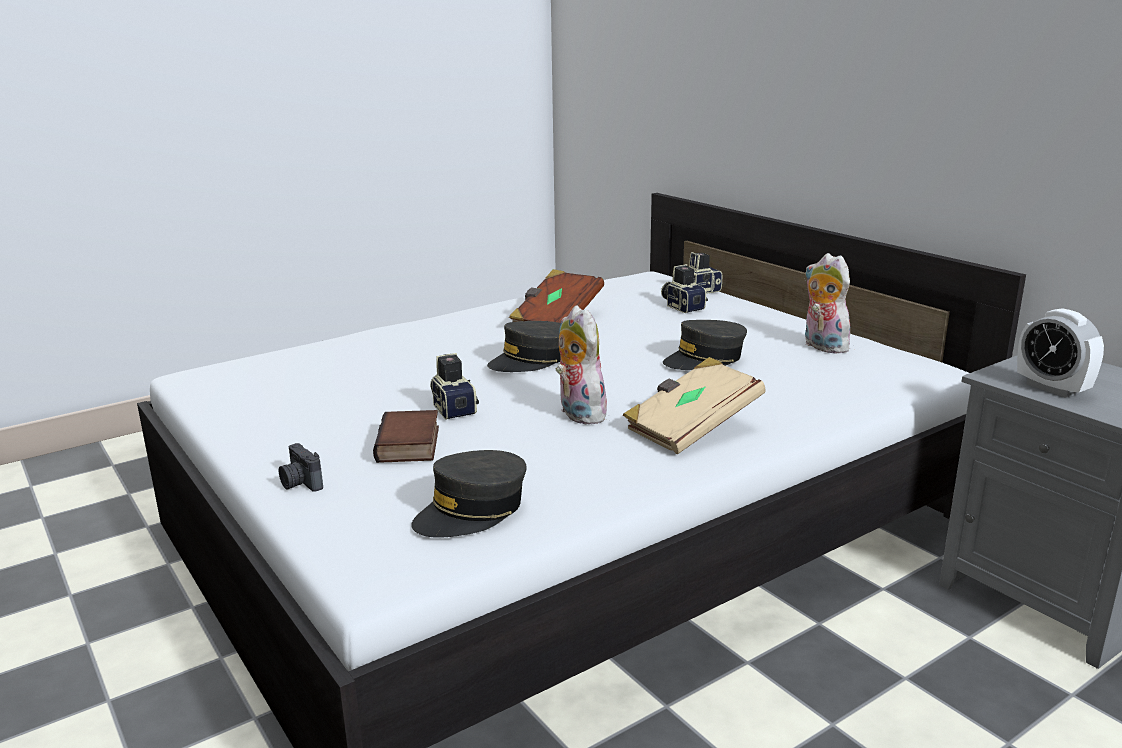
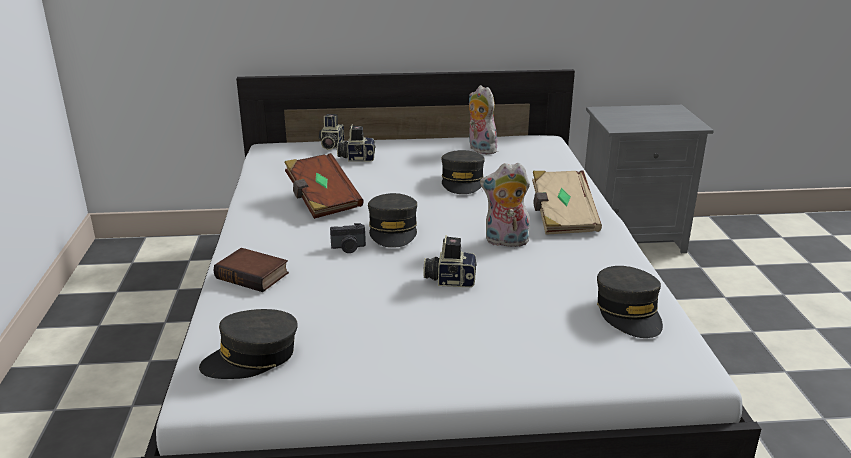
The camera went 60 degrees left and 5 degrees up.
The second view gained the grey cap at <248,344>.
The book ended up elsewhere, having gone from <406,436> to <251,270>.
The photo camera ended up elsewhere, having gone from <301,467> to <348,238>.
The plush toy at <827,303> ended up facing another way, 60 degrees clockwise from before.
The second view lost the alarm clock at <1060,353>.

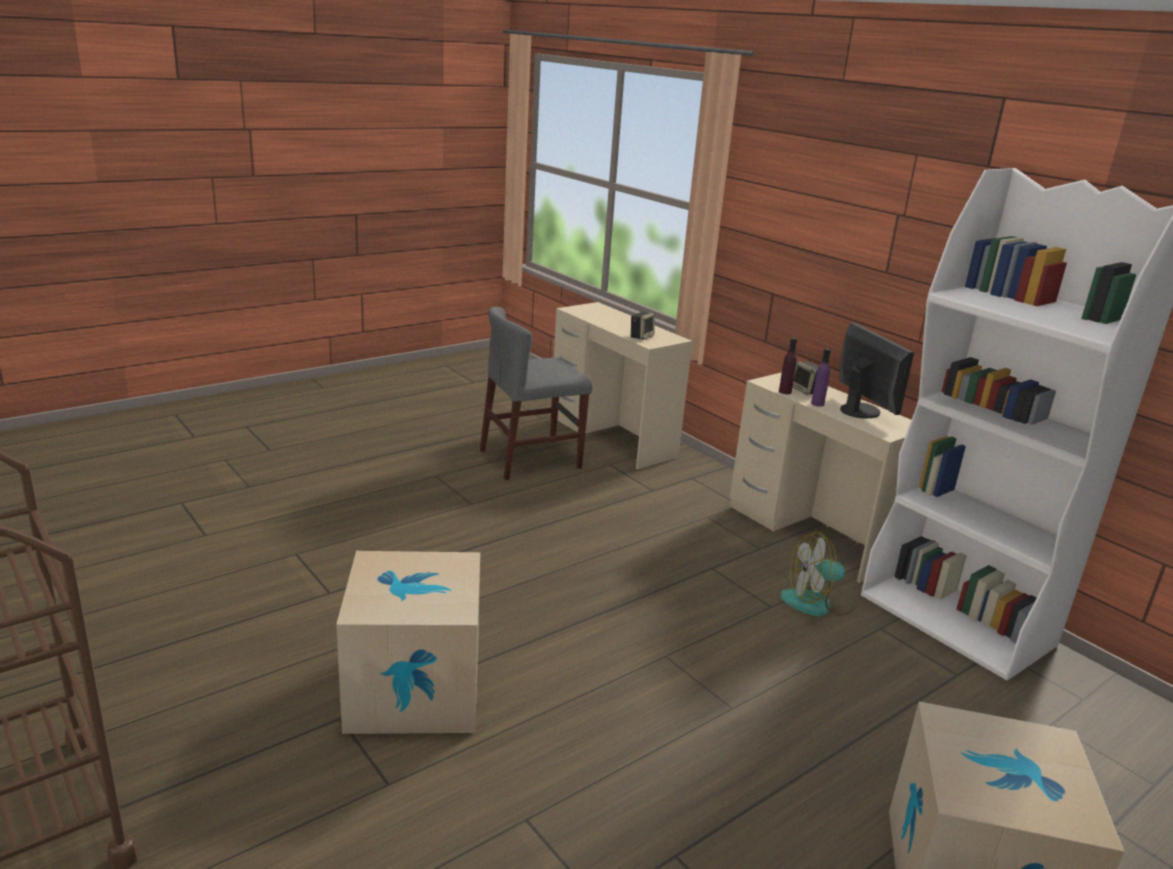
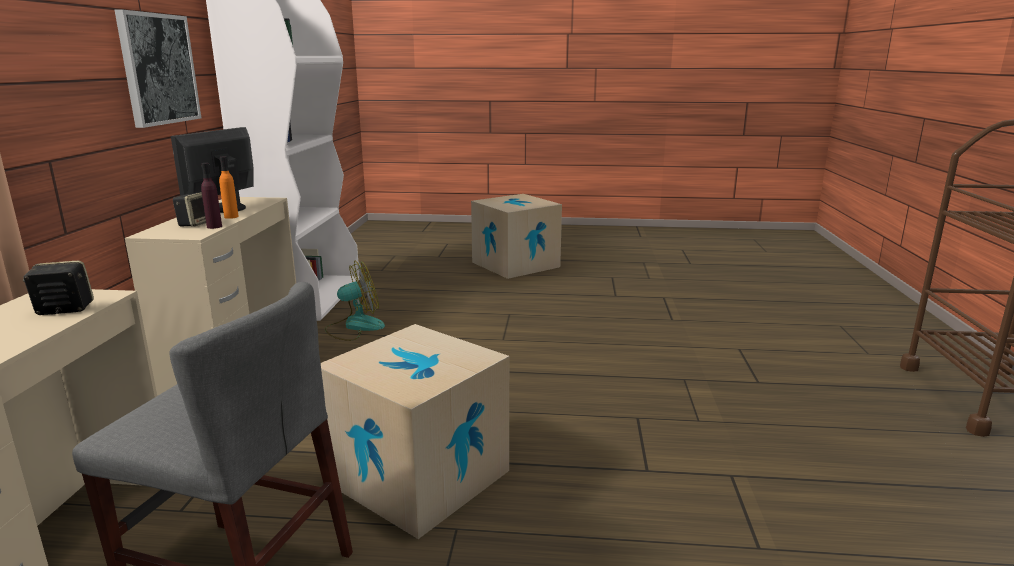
The camera went 135 degrees left and 5 degrees down.
The second view gained the picture at <158,69>.
What was the purple bottle at <821,377> turned into the orange bottle at <229,187>.
The cardboard box ended up elsewhere, having gone from <408,642> to <415,431>.
The fan at <817,574> ended up facing another way, 60 degrees counterclockwise from before.

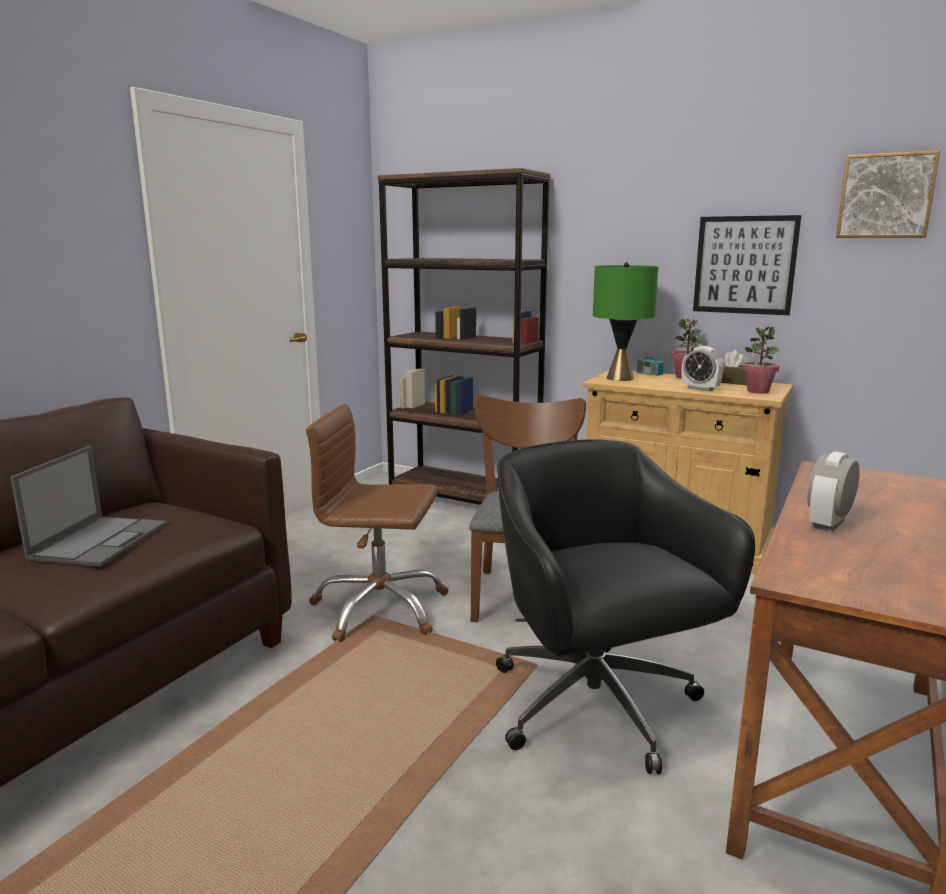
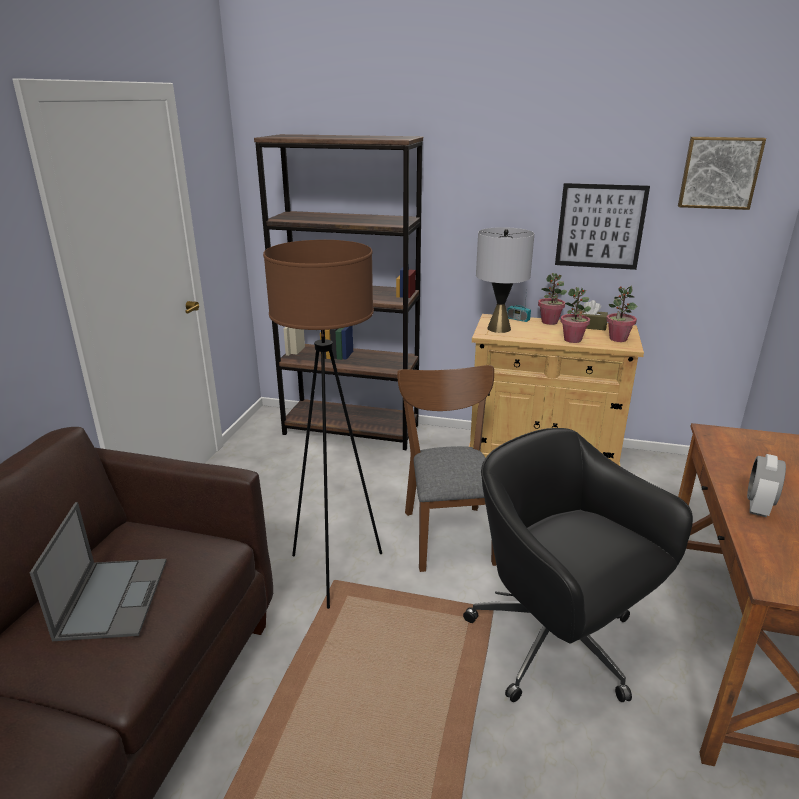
The camera went 15 degrees left and 10 degrees up.
Where the brown office chair stood at <377,523>, the brown floor lamp came to stand at <322,424>.
What was the green table lamp at <625,321> turned into the grey table lamp at <505,280>.
Where the alarm clock stood at <703,369>, the potted plant came to stand at <575,315>.

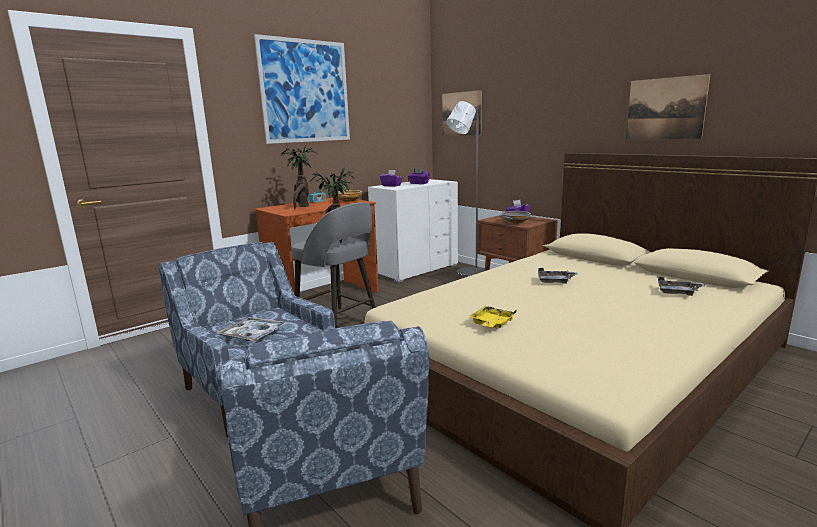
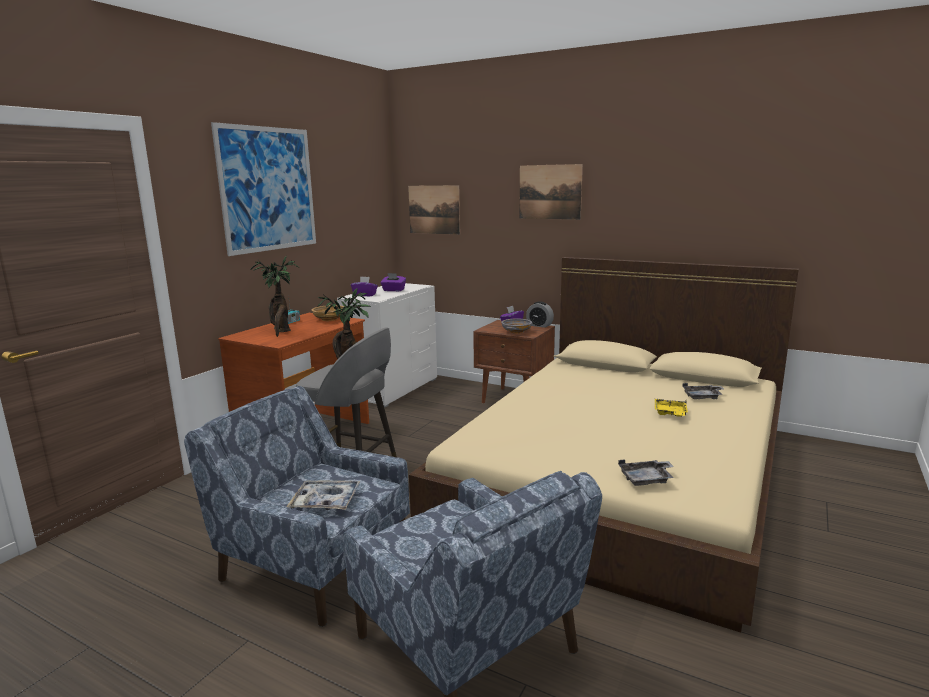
The camera went 20 degrees left and 0 degrees up.
The picture ended up elsewhere, having gone from <668,107> to <551,192>.
The second view gained the alarm clock at <540,314>.
The grey tray ended up elsewhere, having gone from <558,276> to <646,472>.
The yellow tray ended up elsewhere, having gone from <492,317> to <671,408>.
The second view lost the grey floor lamp at <465,189>.

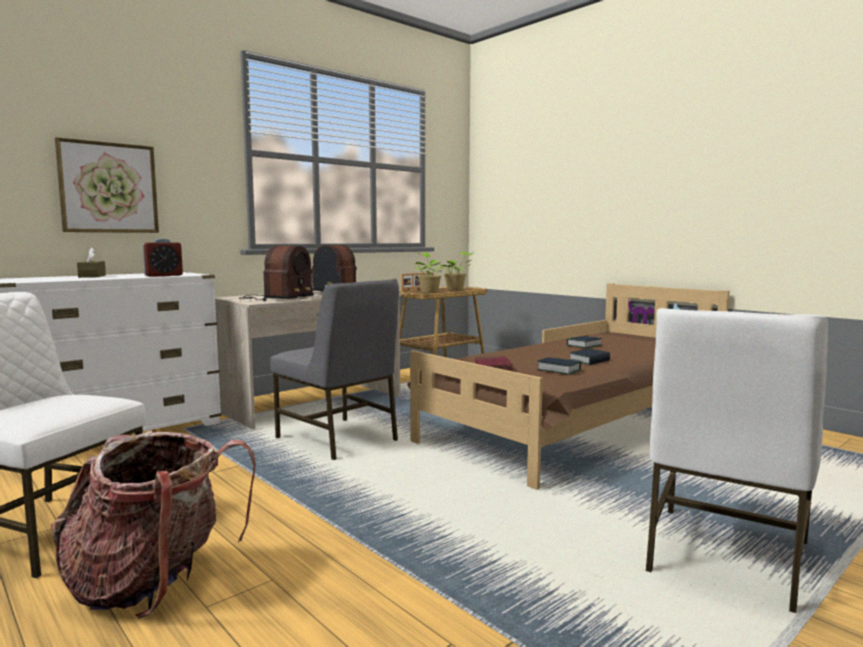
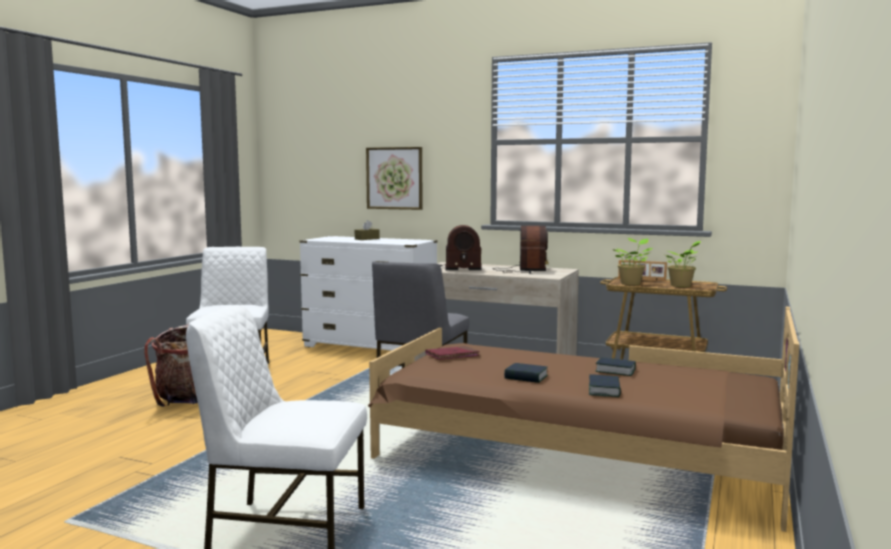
The camera went 65 degrees right and 0 degrees up.
The book ended up elsewhere, having gone from <559,366> to <605,385>.
The second view lost the alarm clock at <162,258>.

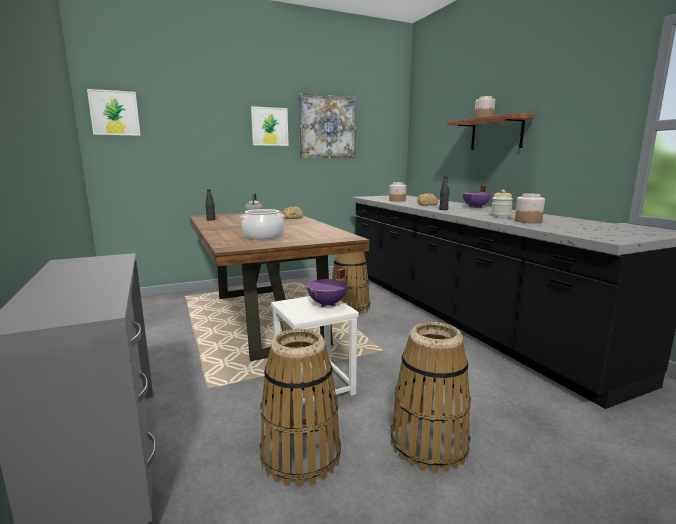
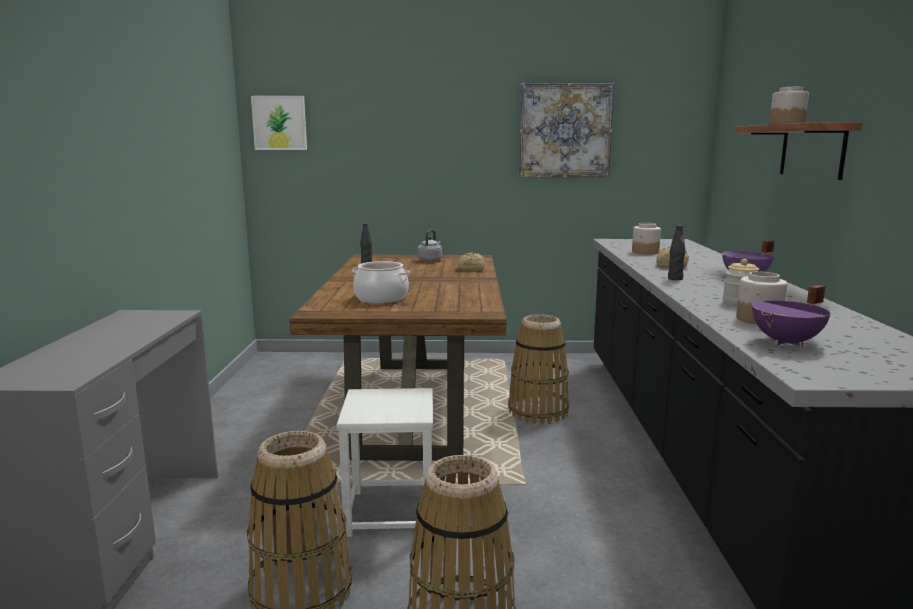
The camera went 25 degrees right and 0 degrees up.
The purple cooking pot ended up elsewhere, having gone from <327,287> to <791,316>.
The second view lost the picture at <270,126>.

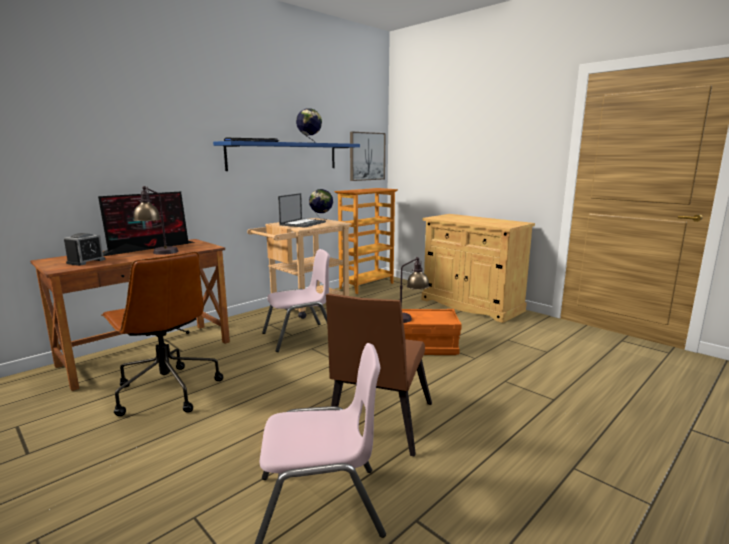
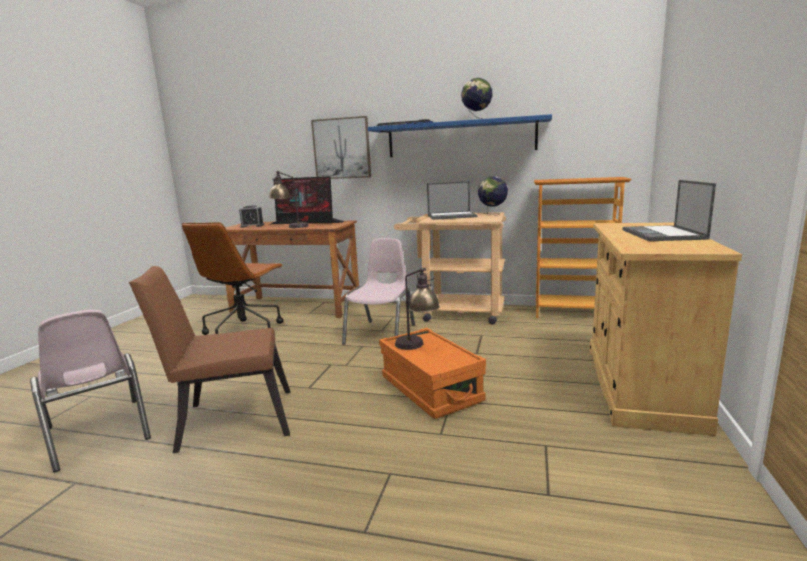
The camera went 60 degrees right and 0 degrees up.
The picture ended up elsewhere, having gone from <368,156> to <341,147>.
The pink chair at <296,300> ended up facing another way, 105 degrees counterclockwise from before.
The second view gained the laptop at <669,210>.

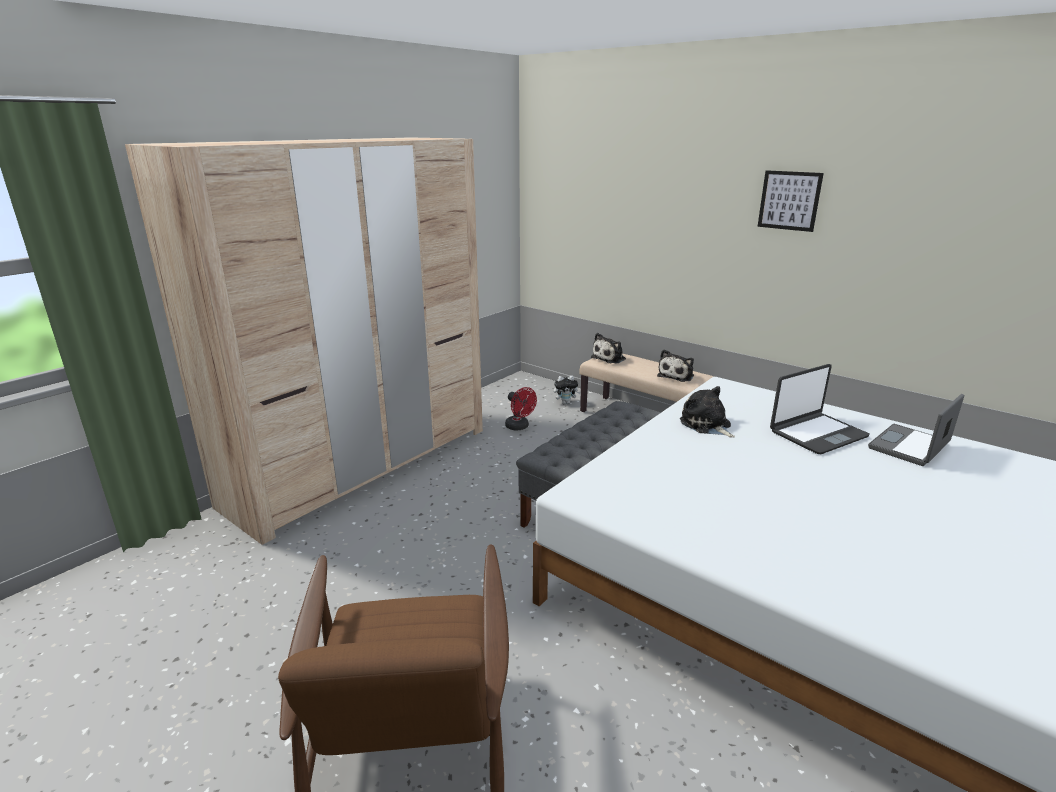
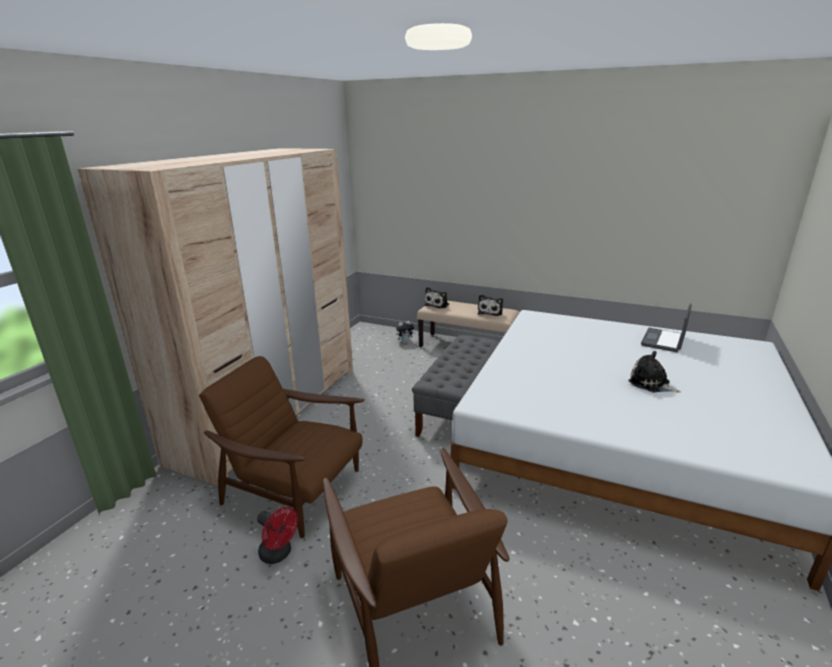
The camera went 15 degrees left and 0 degrees up.
The second view gained the brown armchair at <282,447>.
The red fan ended up elsewhere, having gone from <521,408> to <277,535>.
The plush toy ended up elsewhere, having gone from <707,412> to <654,372>.
The second view lost the picture at <791,201>.
The second view lost the laptop at <820,409>.

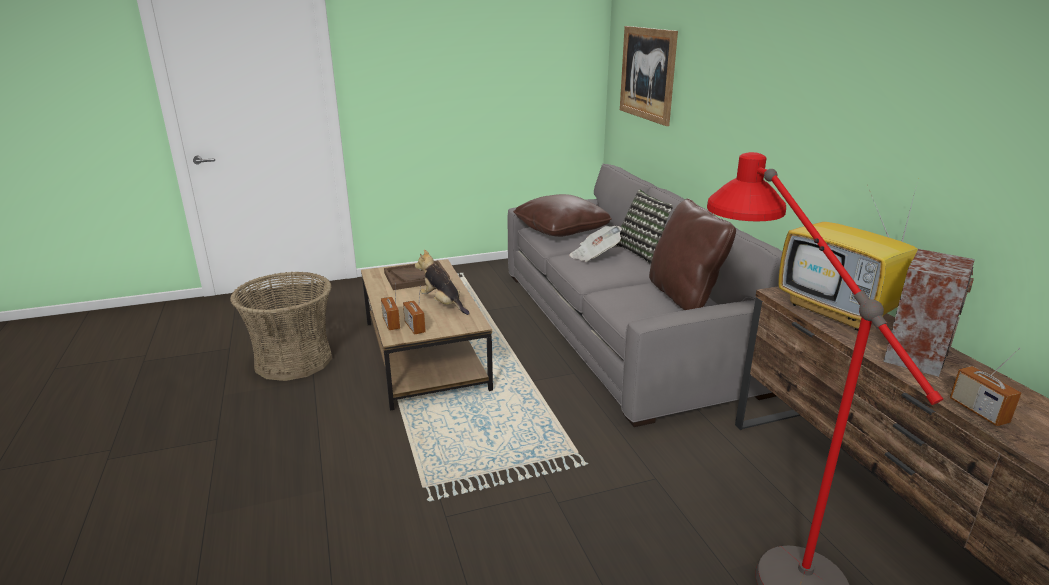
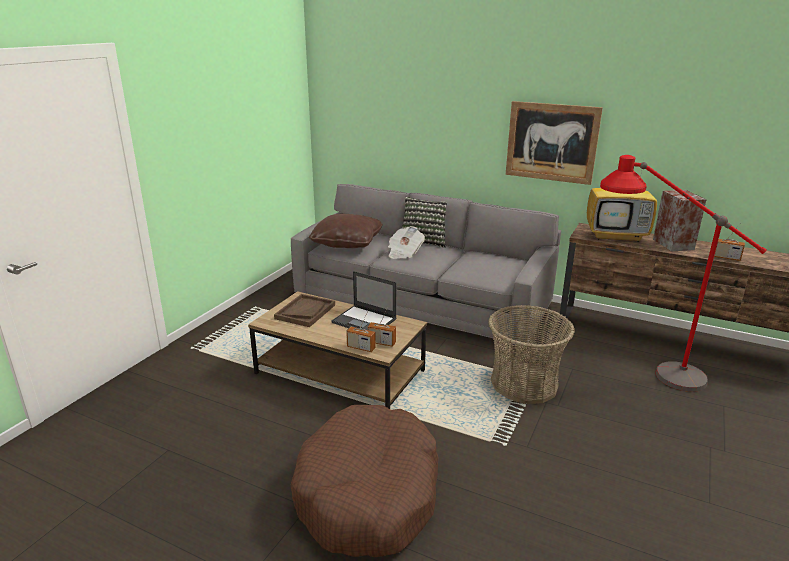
The camera went 45 degrees left and 0 degrees up.
The second view gained the brown dog bed at <365,481>.
Where the plush toy stood at <442,282>, the laptop came to stand at <364,300>.
The basket ended up elsewhere, having gone from <281,326> to <531,354>.
The picture ended up elsewhere, having gone from <649,76> to <554,143>.
The second view lost the brown pillow at <692,254>.

